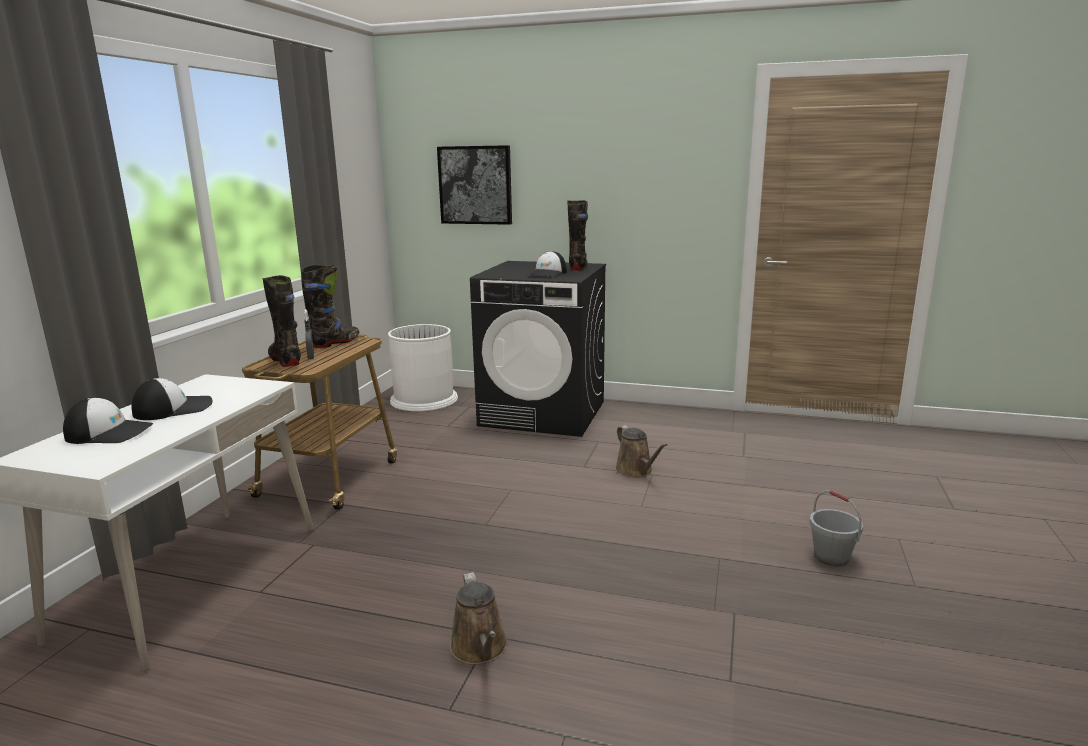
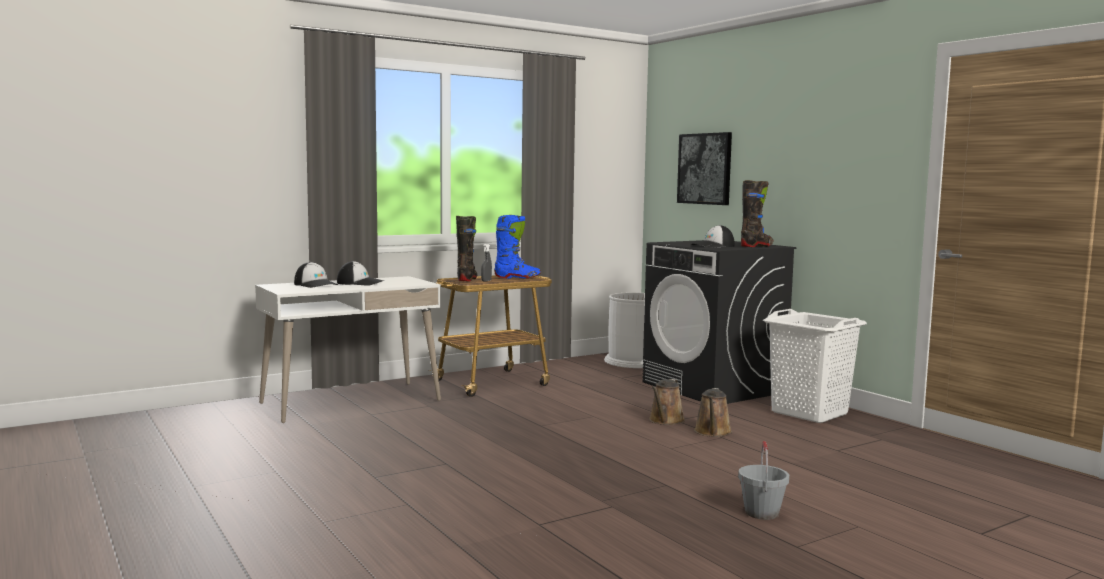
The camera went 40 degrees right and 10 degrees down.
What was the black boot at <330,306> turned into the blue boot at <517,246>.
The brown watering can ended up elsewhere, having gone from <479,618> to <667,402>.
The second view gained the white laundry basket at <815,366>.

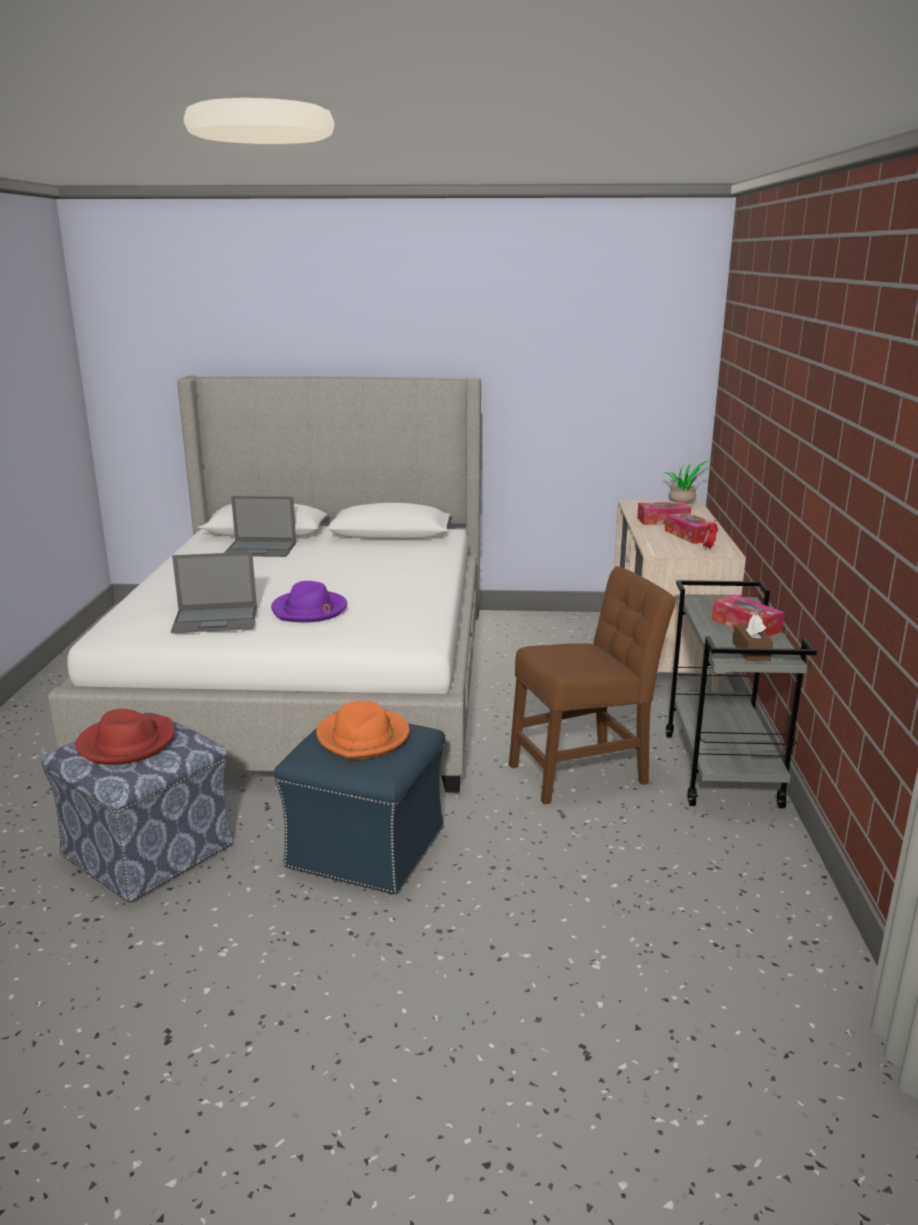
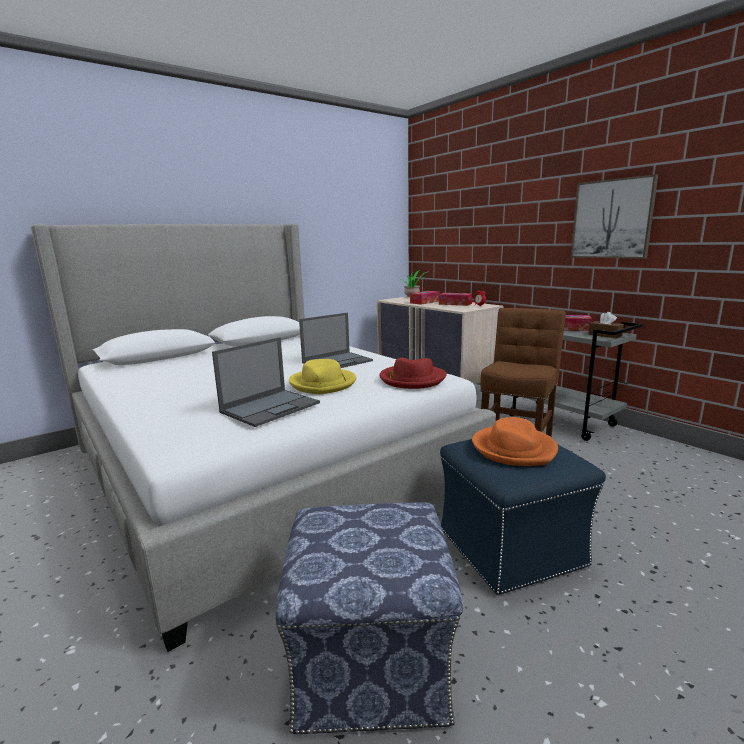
The camera went 40 degrees left and 5 degrees down.
What was the purple hat at <309,602> turned into the yellow hat at <322,376>.
The laptop ended up elsewhere, having gone from <260,526> to <336,340>.
The red hat ended up elsewhere, having gone from <125,737> to <413,373>.
The second view gained the picture at <614,216>.

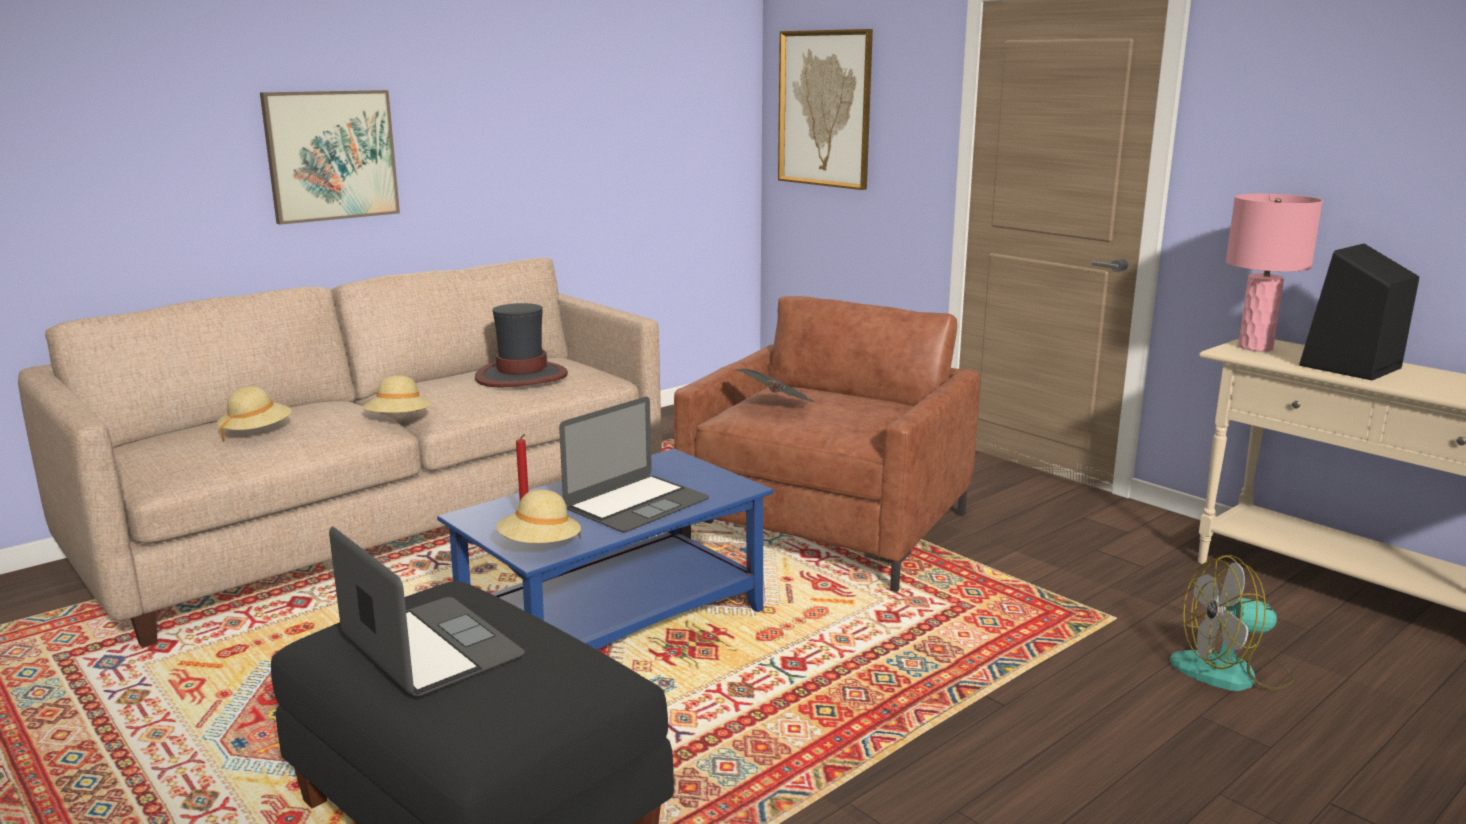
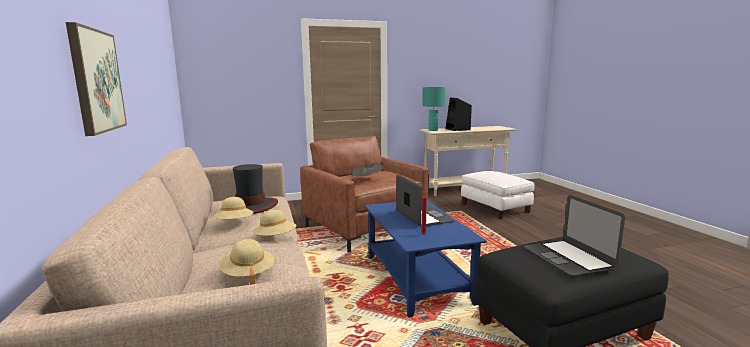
The camera went 65 degrees left and 5 degrees down.
The beige hat ended up elsewhere, having gone from <538,516> to <233,208>.
What was the pink table lamp at <1274,272> turned into the turquoise table lamp at <434,109>.
Where the fan stood at <1232,623>, the white ottoman came to stand at <498,195>.
The laptop at <427,611> ended up facing another way, 90 degrees counterclockwise from before.
The second view lost the picture at <825,109>.

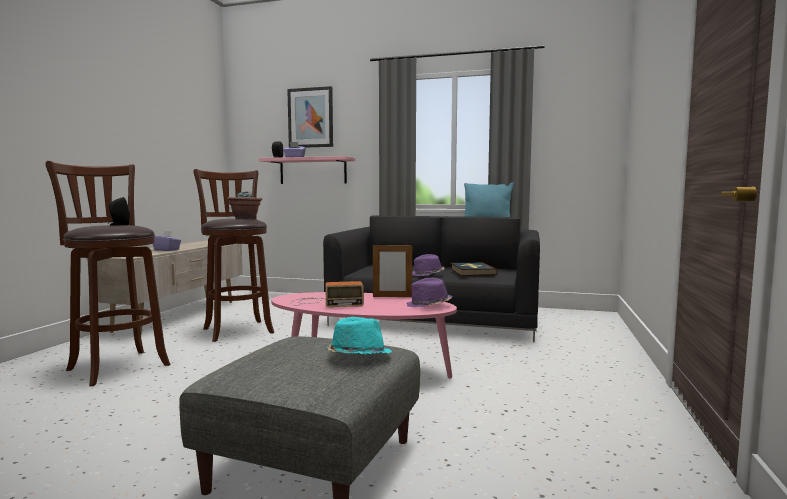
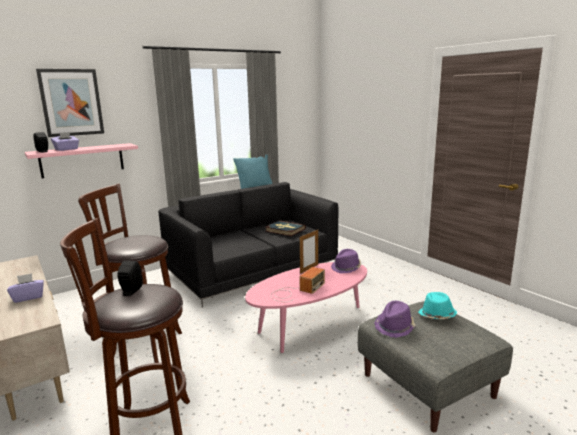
The camera went 50 degrees left and 10 degrees up.
The purple hat ended up elsewhere, having gone from <428,265> to <395,319>.
The second view lost the potted plant at <244,205>.

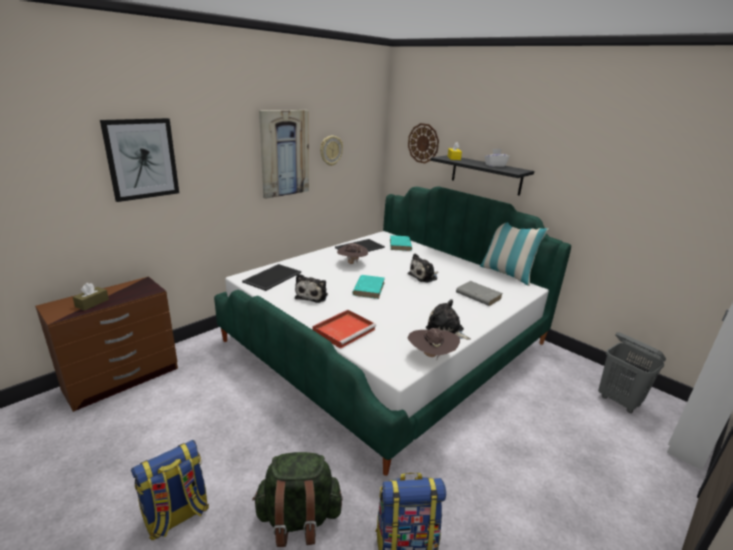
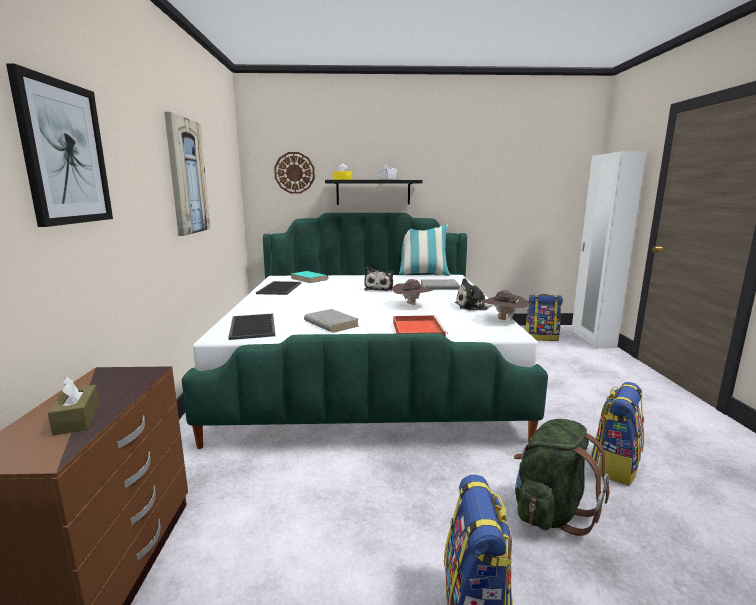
The camera went 45 degrees left and 10 degrees down.
Where the plush toy stood at <311,288>, the grey book came to stand at <331,321>.
The brown hat ended up elsewhere, having gone from <352,253> to <412,292>.
Where the grey laundry basket stood at <632,372>, the backpack came to stand at <544,317>.
The second view lost the wall clock at <331,151>.
The second view lost the turquoise book at <368,287>.

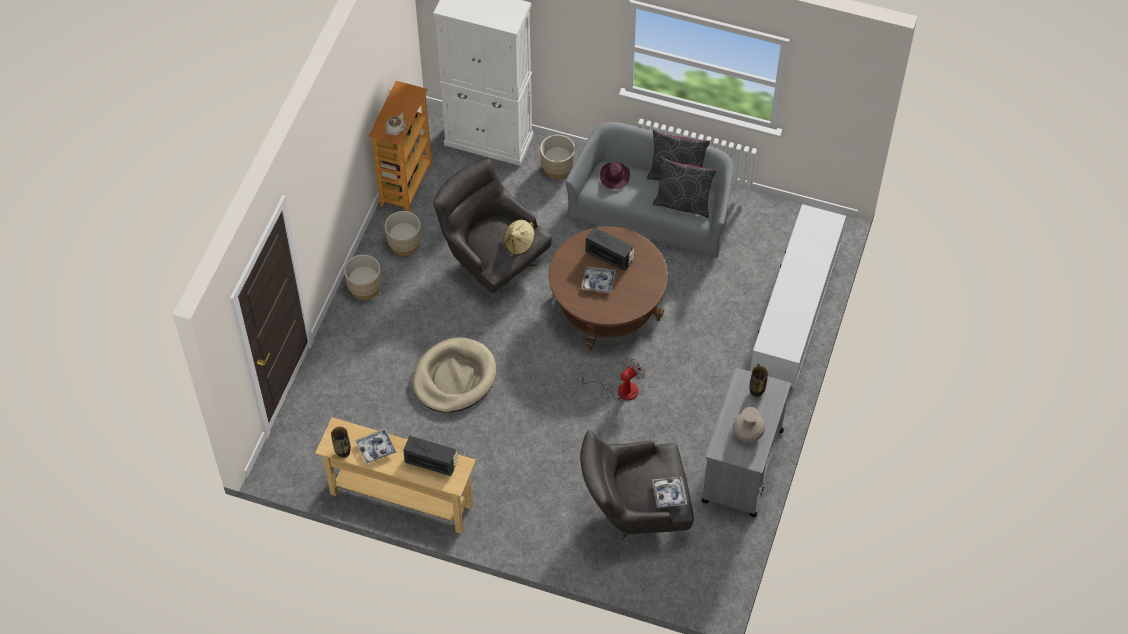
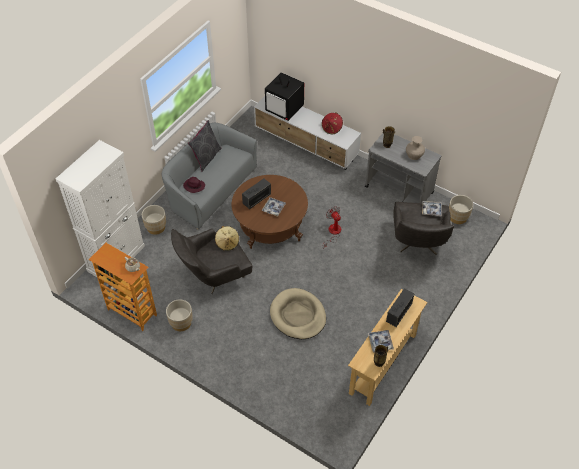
The camera went 75 degrees left and 5 degrees down.
The second view gained the television at <284,96>.
The second view gained the red hat at <332,123>.
The beige planter ended up elsewhere, having gone from <362,277> to <461,209>.
The second view lost the grey pillow at <685,187>.

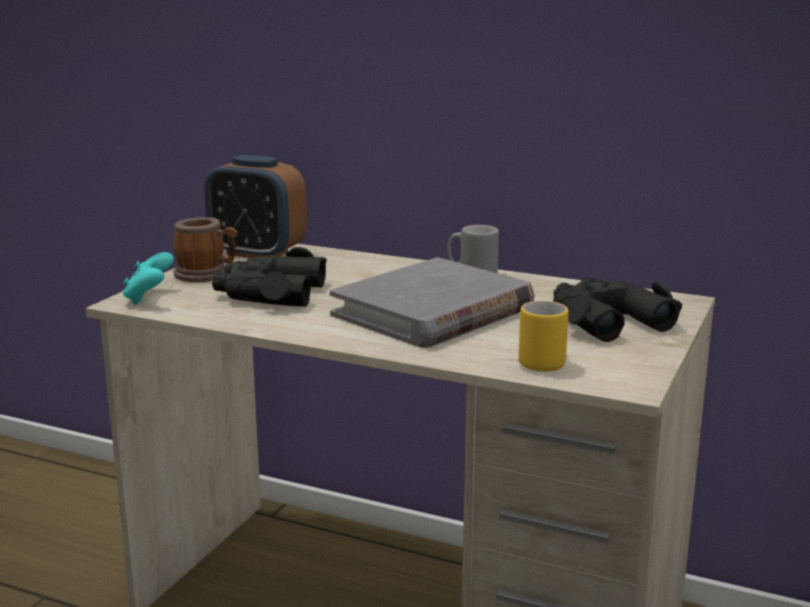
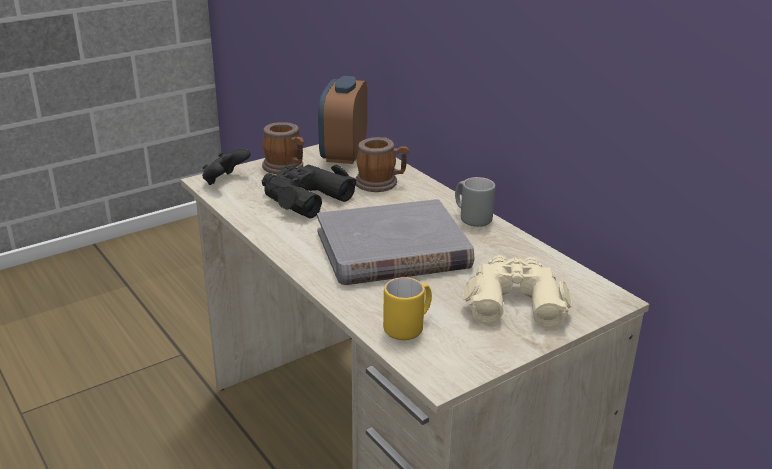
The camera went 30 degrees right and 10 degrees up.
What was the turquoise game controller at <148,278> turned into the black game controller at <226,166>.
The alarm clock at <255,206> ended up facing another way, 45 degrees clockwise from before.
The second view gained the mug at <382,164>.
What was the black binoculars at <617,310> turned into the beige binoculars at <517,292>.

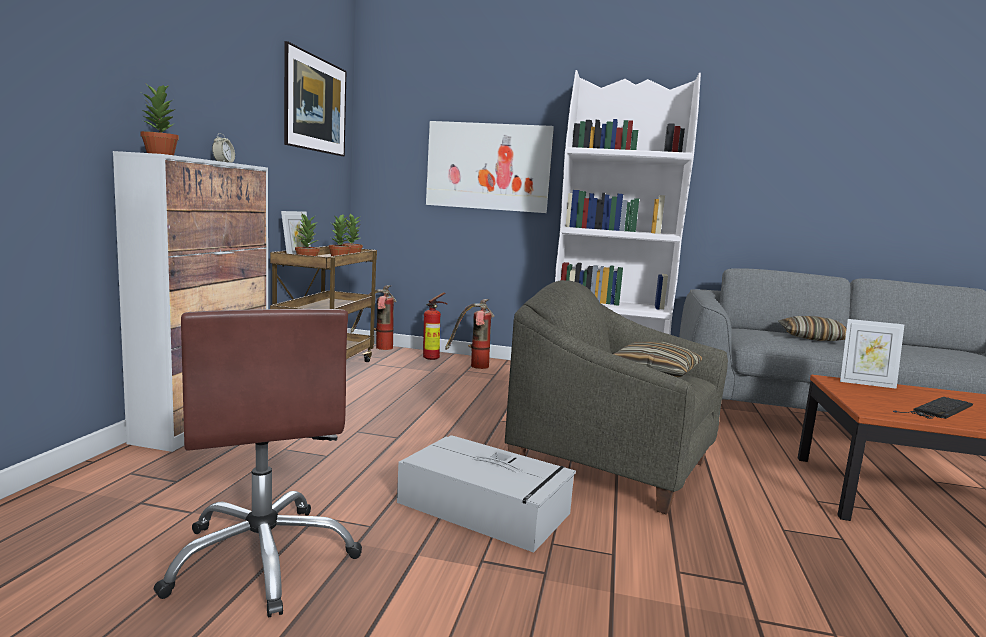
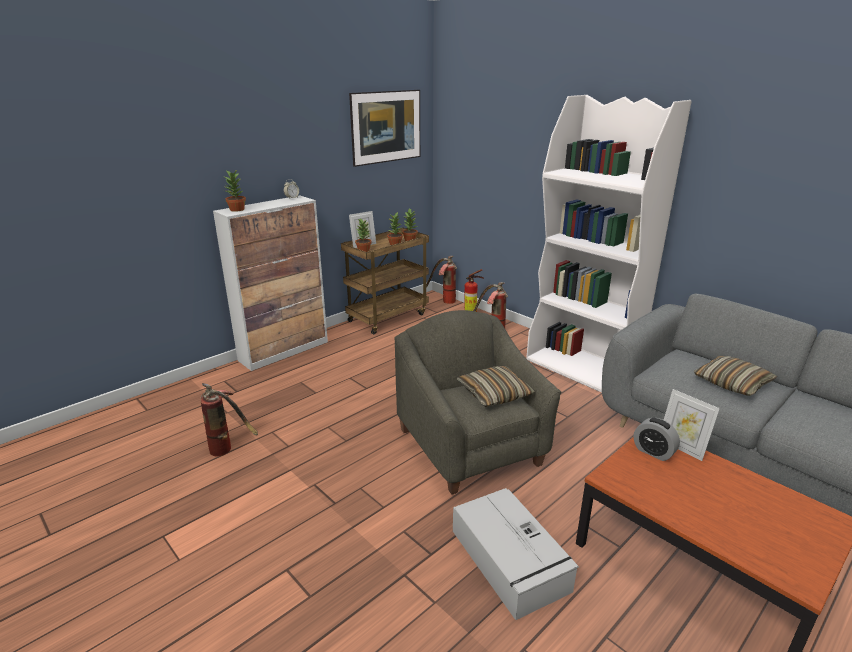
The camera went 35 degrees right and 15 degrees up.
Where the brown office chair stood at <257,463>, the fire extinguisher came to stand at <229,419>.
The grey storage box ended up elsewhere, having gone from <486,494> to <516,554>.
The second view gained the alarm clock at <657,439>.
The second view lost the picture at <490,167>.
The second view lost the keyboard at <933,408>.

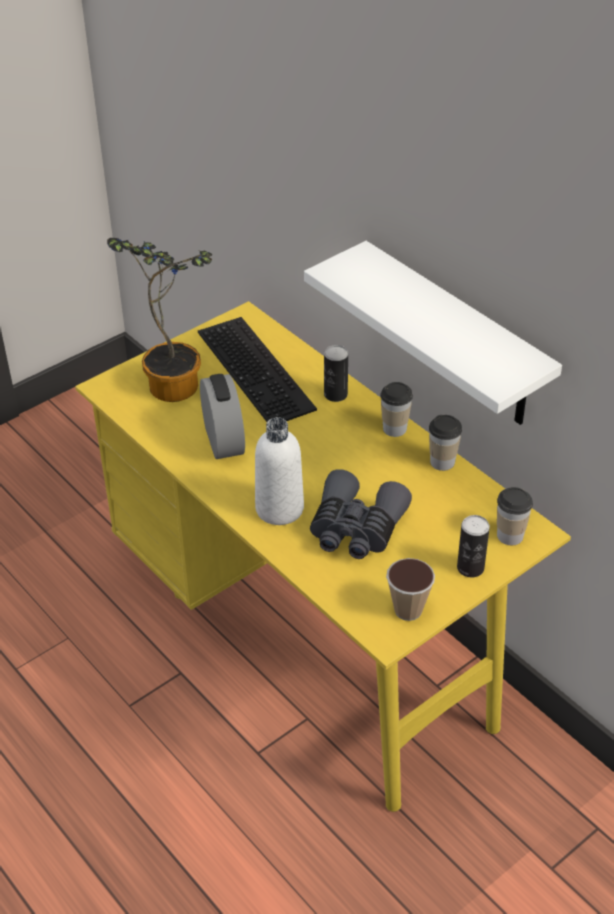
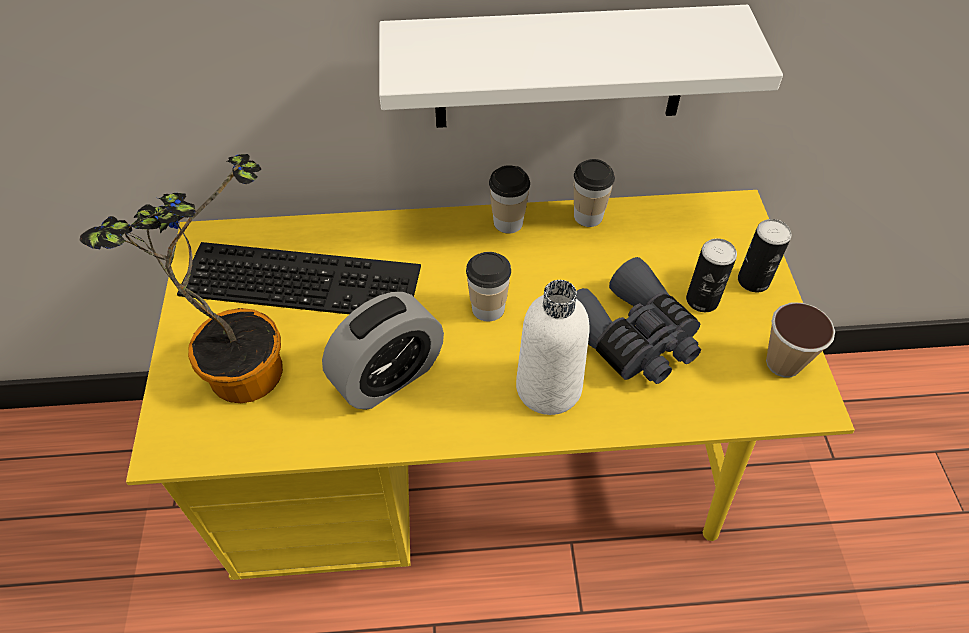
The camera went 55 degrees left and 10 degrees up.
The alarm clock at <222,416> ended up facing another way, 120 degrees clockwise from before.
The cup ended up elsewhere, having gone from <515,516> to <488,287>.
The can ended up elsewhere, having gone from <336,373> to <711,275>.

